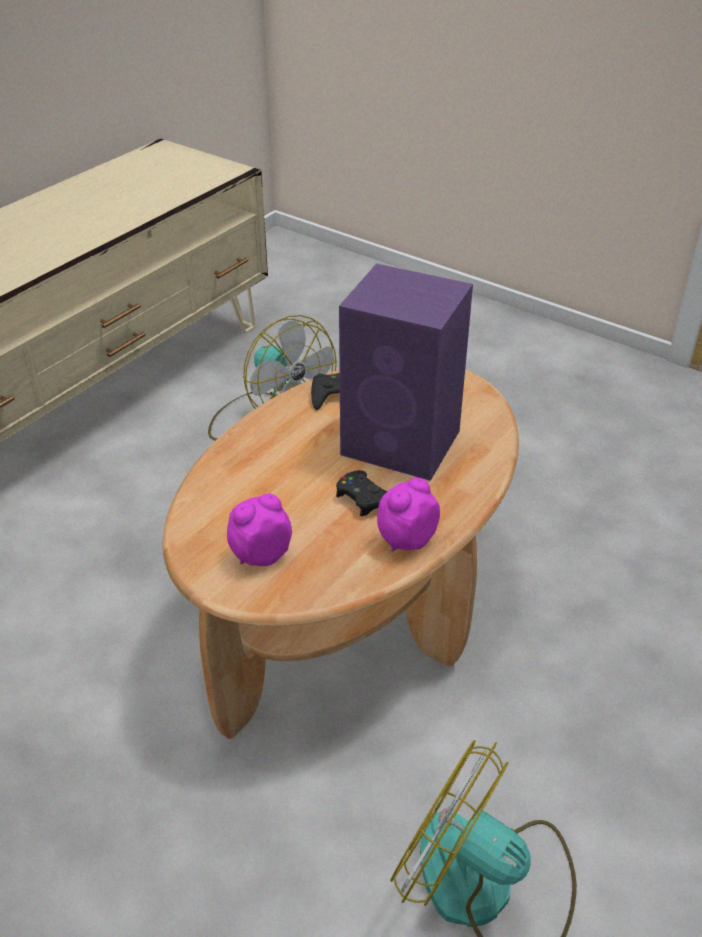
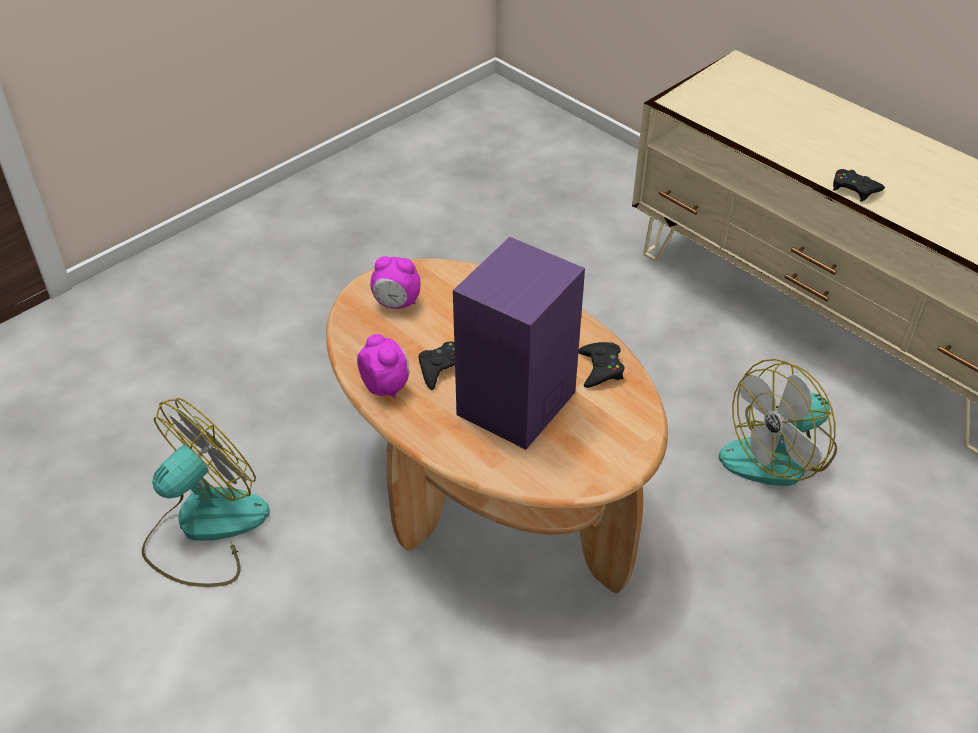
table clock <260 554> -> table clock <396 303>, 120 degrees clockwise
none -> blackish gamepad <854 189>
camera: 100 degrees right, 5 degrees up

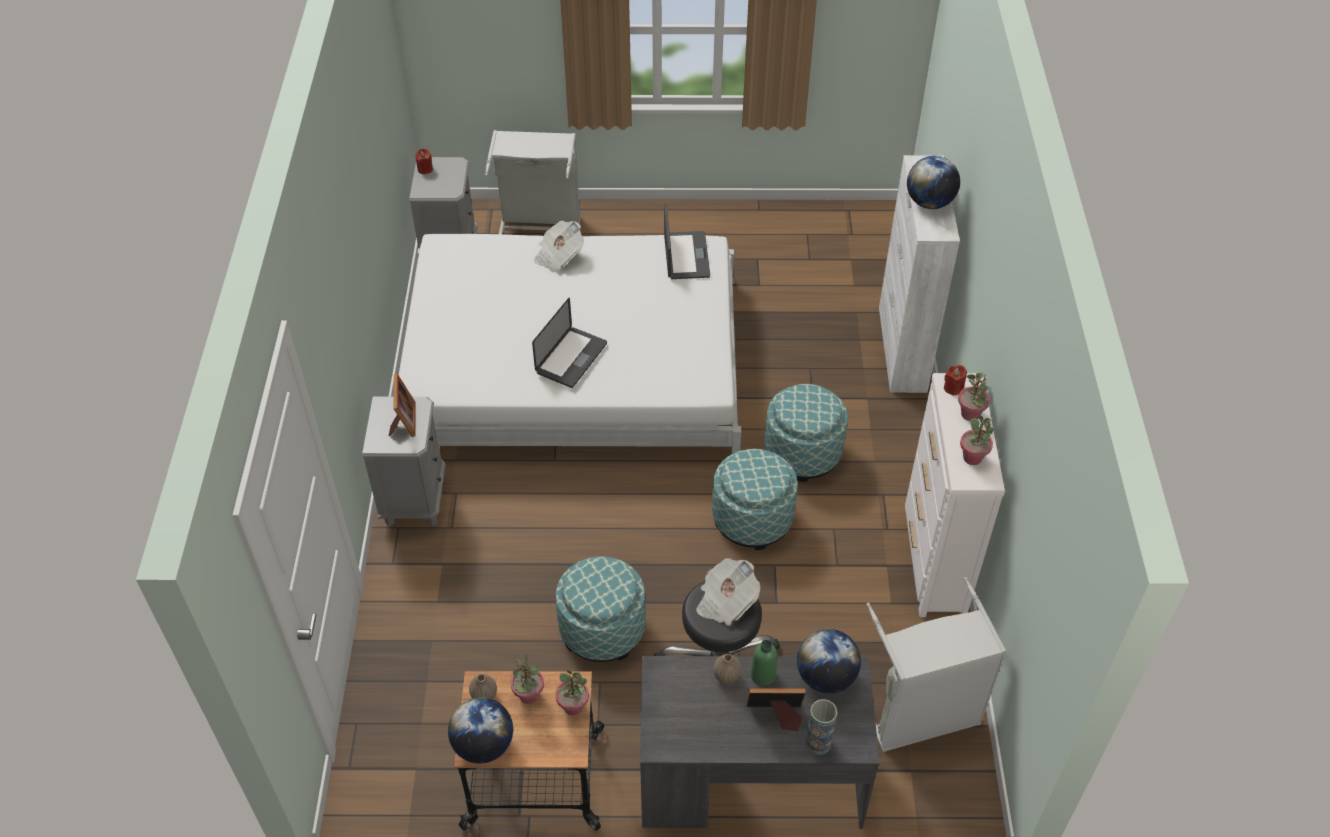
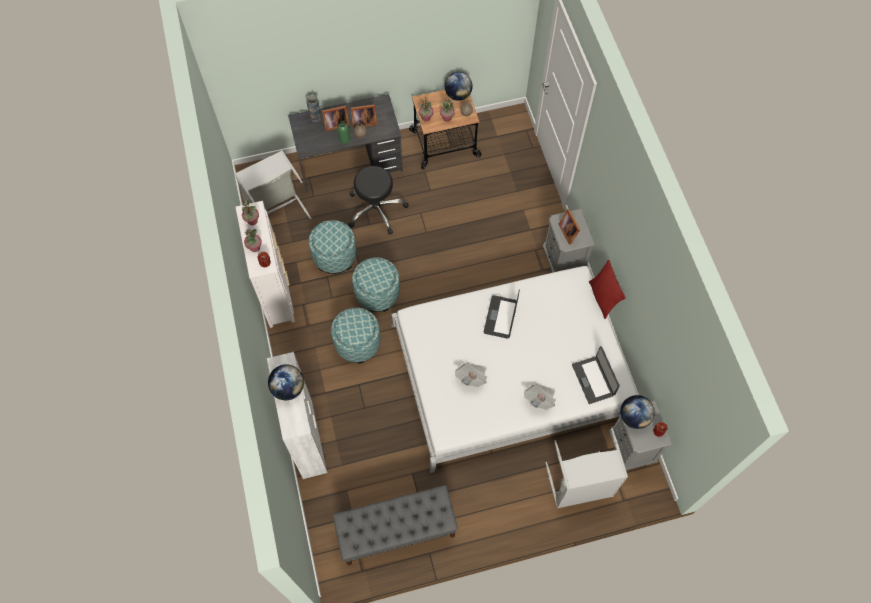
pouffe <602 629> -> pouffe <335 256>, relocated
none -> grey bench <396 531>
none -> photo frame <363 122>
daily paper <726 601> -> daily paper <472 377>, relocated
notebook computer <685 256> -> notebook computer <593 379>, relocated
none -> red-coloured cushion <602 298>
world globe <826 677> -> world globe <634 417>, relocated
camera: 165 degrees right, 15 degrees up

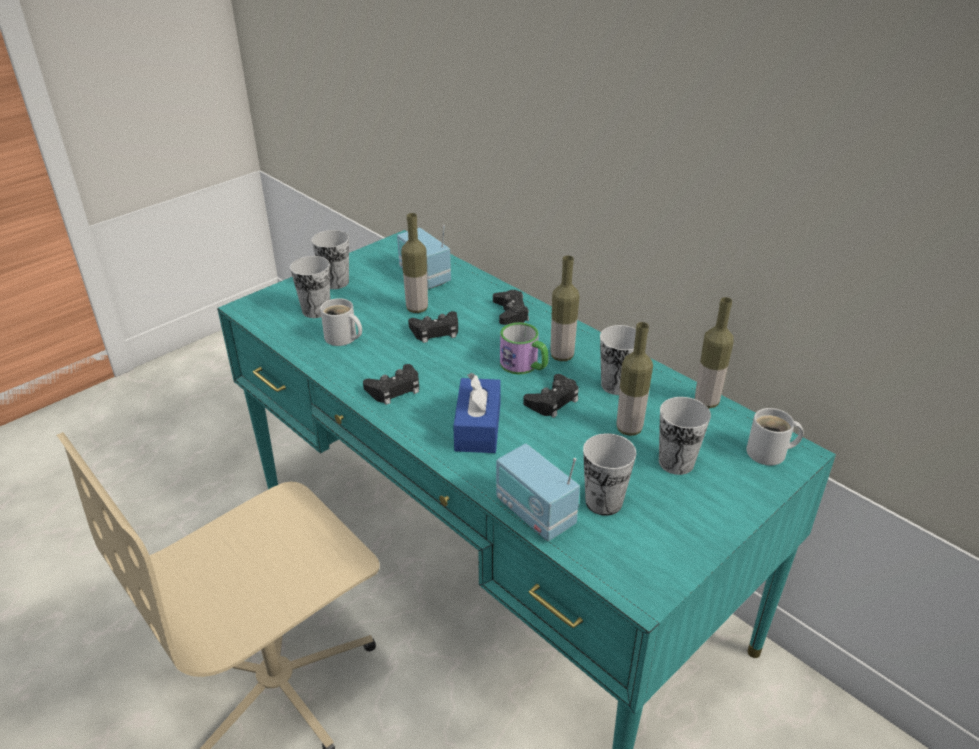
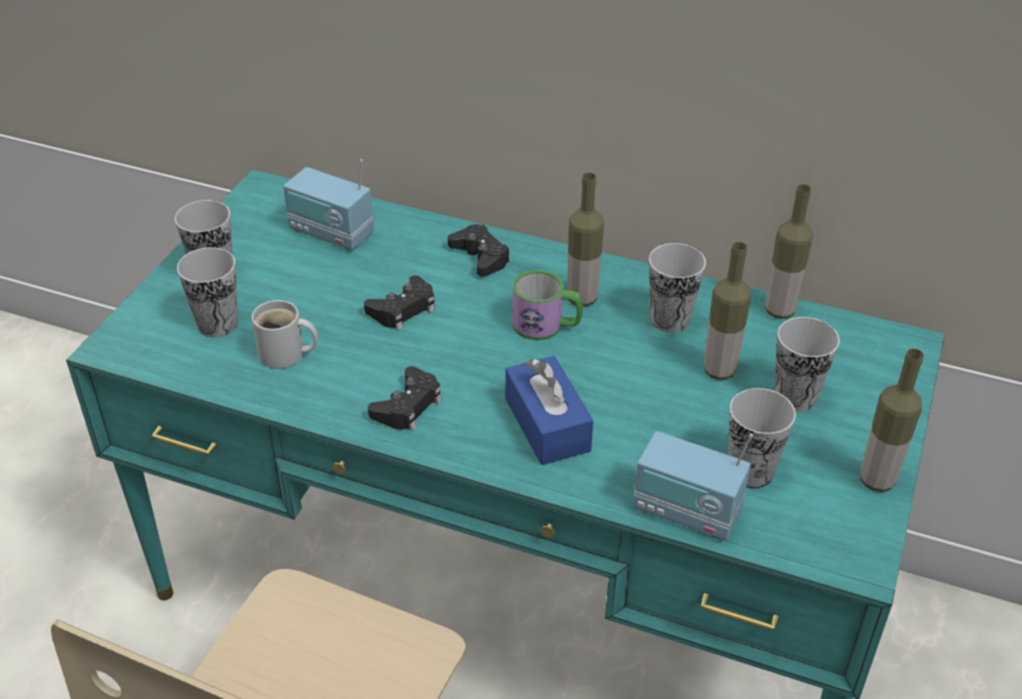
drink bottle <417 308> -> drink bottle <877 481>, relocated
blackish gamepad <552 401> -> none
white-coloured mug <770 453> -> none
camera: 25 degrees left, 5 degrees up

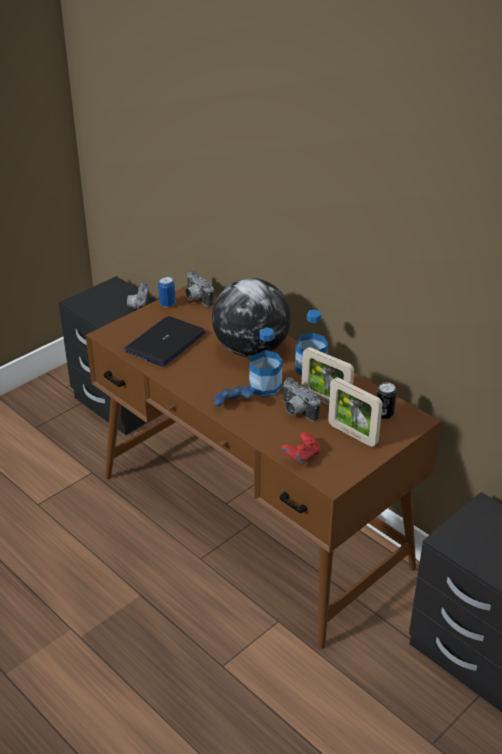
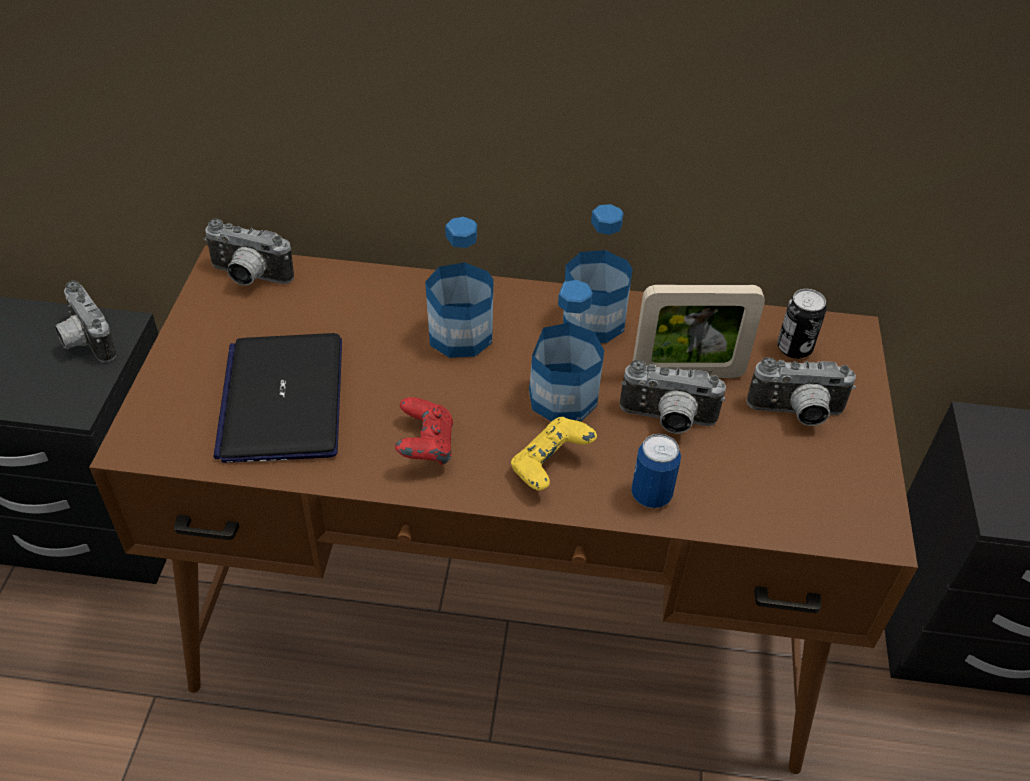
red-coloured gamepad <301 456> -> red-coloured gamepad <425 446>, relocated
world globe <251 350> -> drink bottle <460 335>
blue-coloured gamepad <233 404> -> yellow gamepad <550 467>
metal can <167 304> -> metal can <651 495>, relocated
photo frame <352 434> -> photo camera <796 414>
camera: 40 degrees left, 10 degrees up

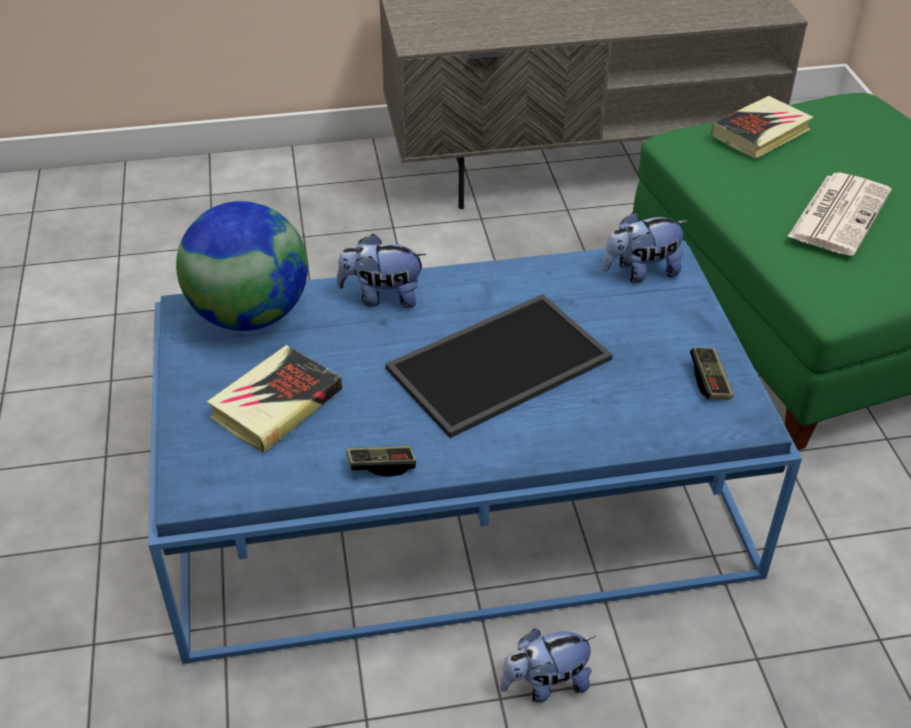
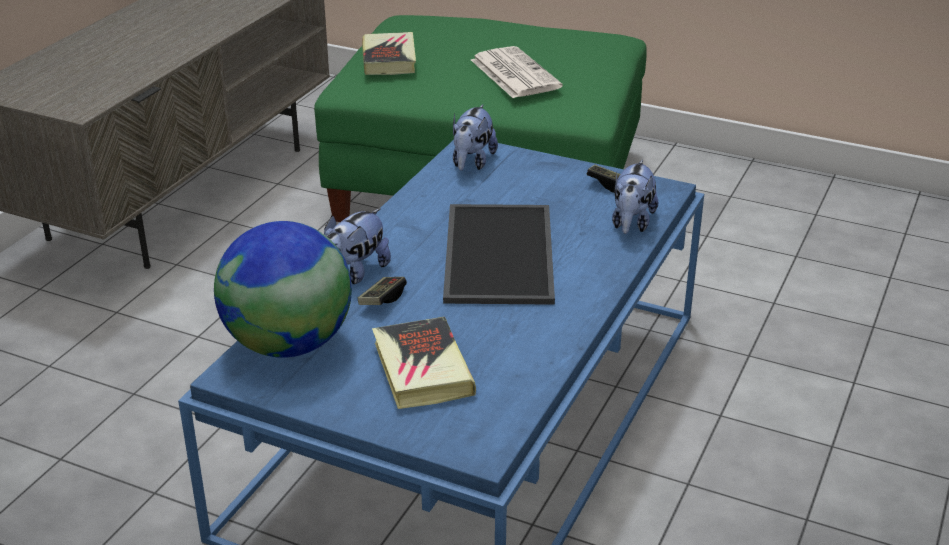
gamepad <381 466> -> gamepad <382 299>, relocated
soft toy <545 684> -> soft toy <631 223>, relocated
camera: 55 degrees left, 10 degrees down

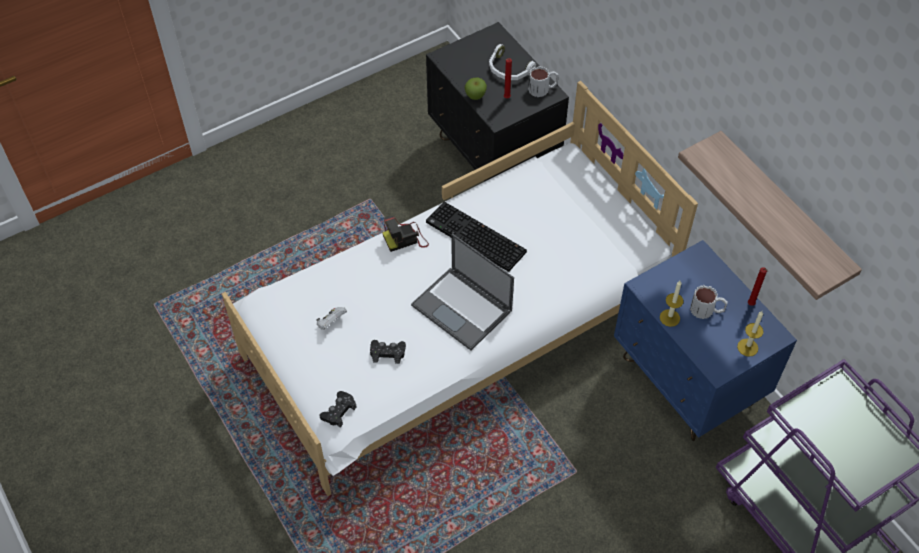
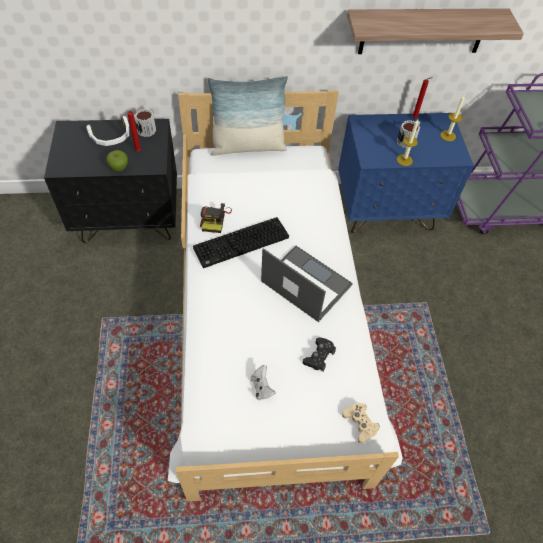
photo camera <405 238> -> photo camera <214 219>, relocated
none -> cushion <248 147>
notebook computer <463 308> -> notebook computer <305 283>, 120 degrees counterclockwise
blackish gamepad <338 411> -> beige gamepad <360 423>
camera: 65 degrees left, 0 degrees up

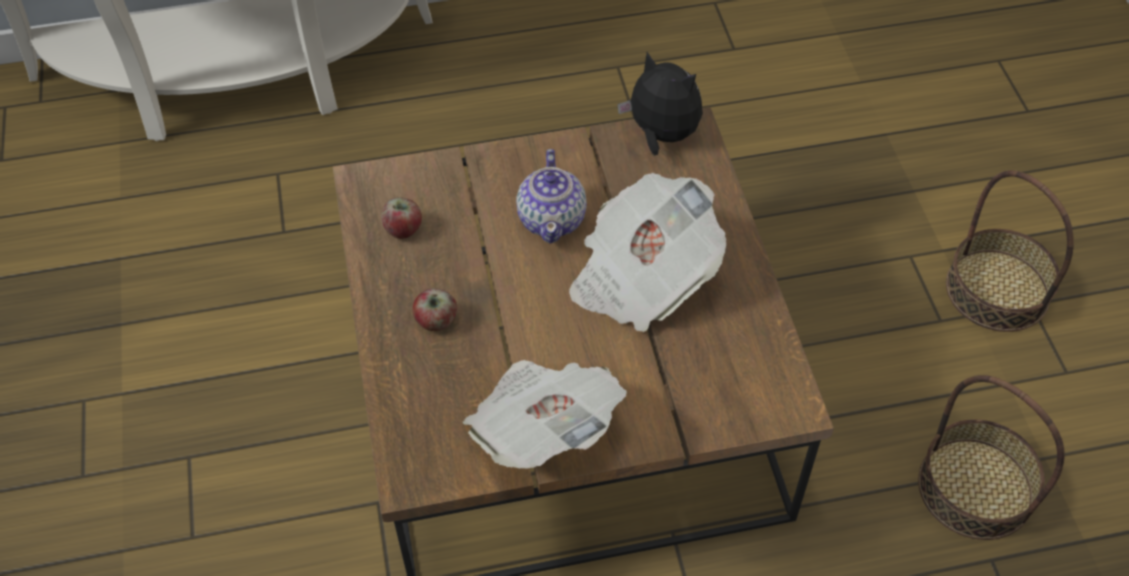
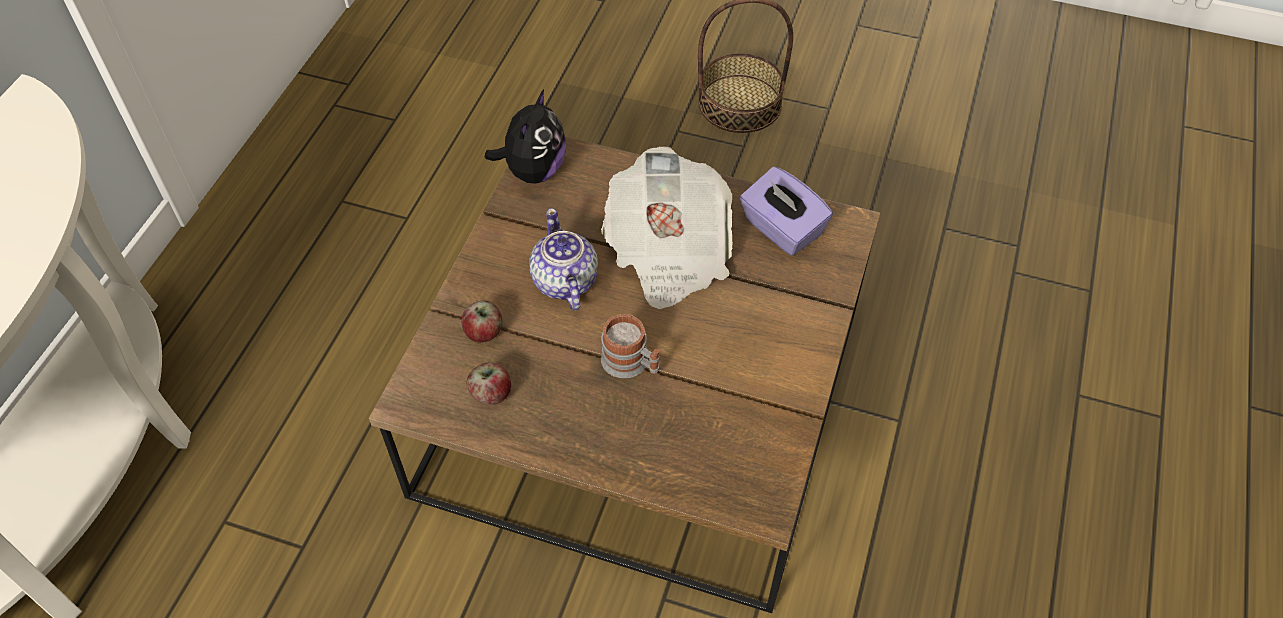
whole apple <436 321> -> whole apple <484 333>, relocated
soft toy <661 135> -> soft toy <533 171>, 135 degrees clockwise
pot for tea <552 219> -> pot for tea <564 282>, 135 degrees counterclockwise
none -> mug <631 363>
none -> purplish box of tissues <781 229>
daily paper <543 429> -> none
basket <974 488> -> none
camera: 60 degrees left, 0 degrees up

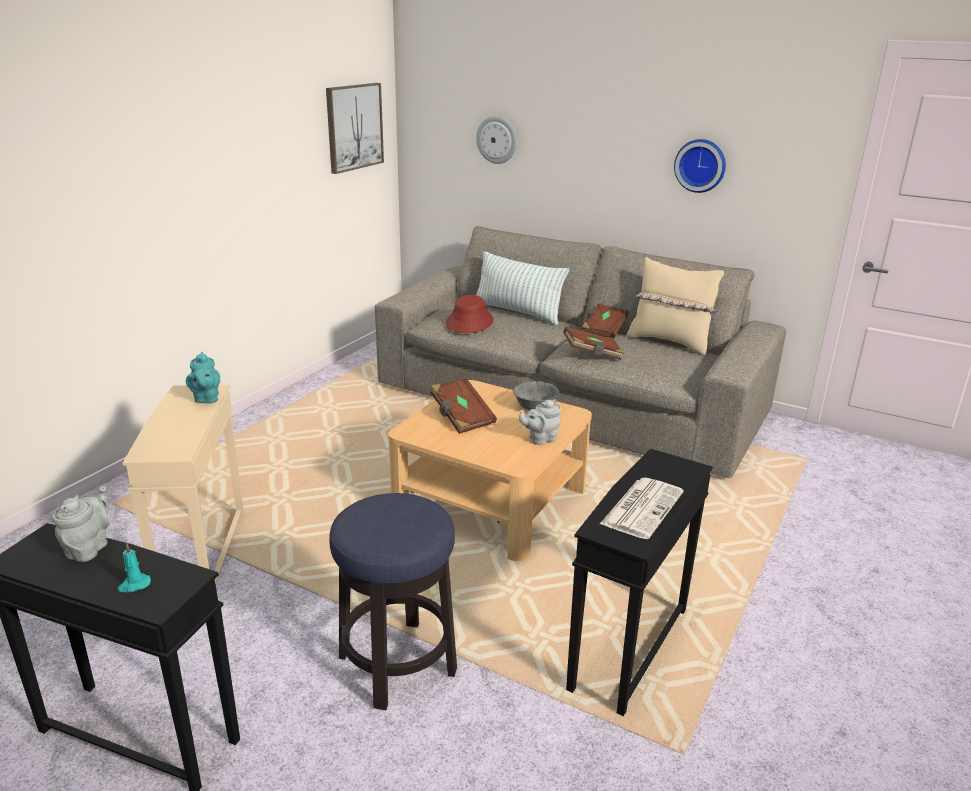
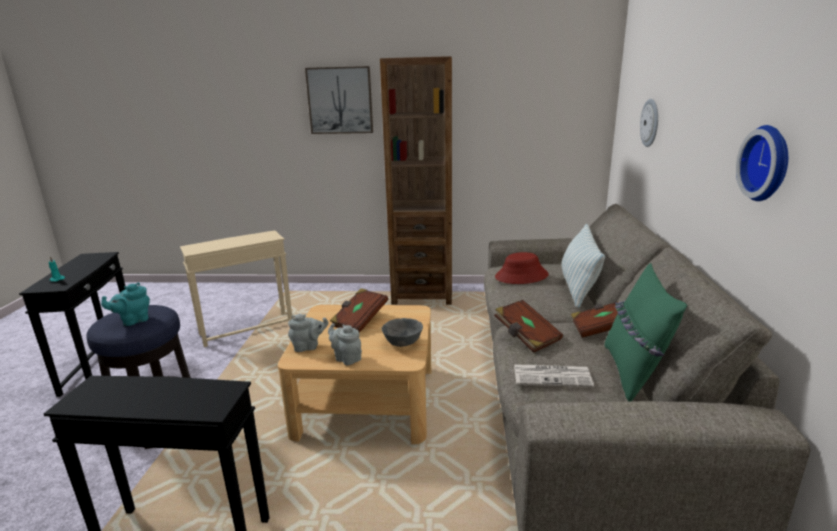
blue-green pot for tea <206 399> -> blue-green pot for tea <133 321>, relocated
grey pot for tea <89 548> -> grey pot for tea <308 347>, relocated
picture <354 127> -> picture <340 100>, relocated
none -> brown bookcase <423 294>
daily paper <642 507> -> daily paper <553 376>, relocated
beige cushion <669 342> -> greenish cushion <633 372>
camera: 65 degrees right, 5 degrees down

